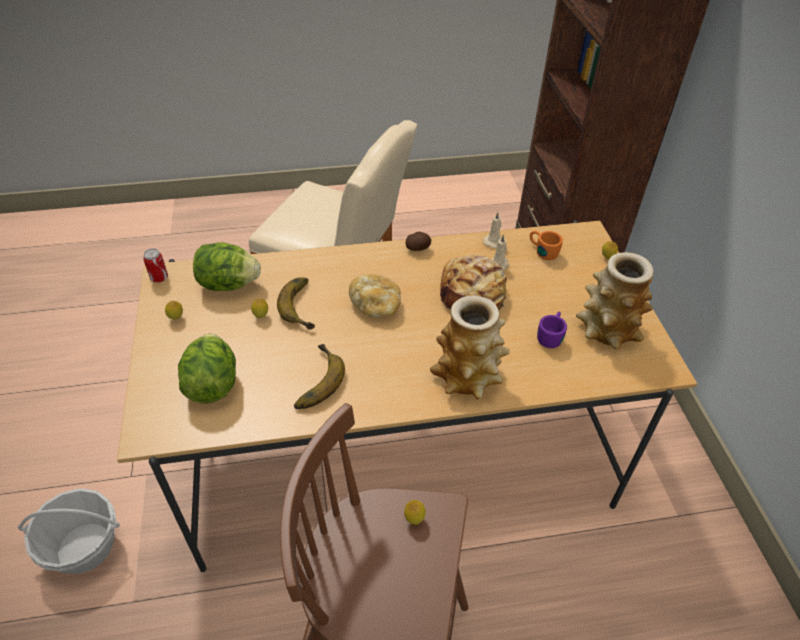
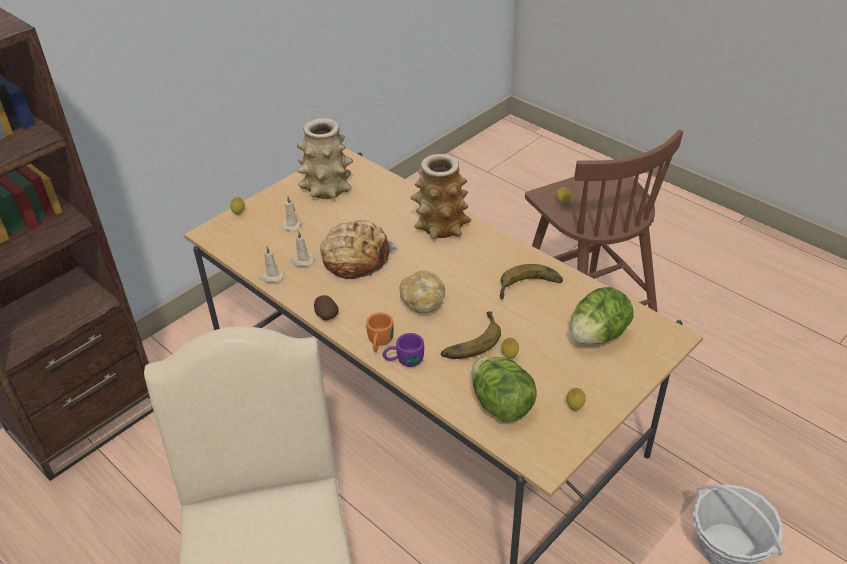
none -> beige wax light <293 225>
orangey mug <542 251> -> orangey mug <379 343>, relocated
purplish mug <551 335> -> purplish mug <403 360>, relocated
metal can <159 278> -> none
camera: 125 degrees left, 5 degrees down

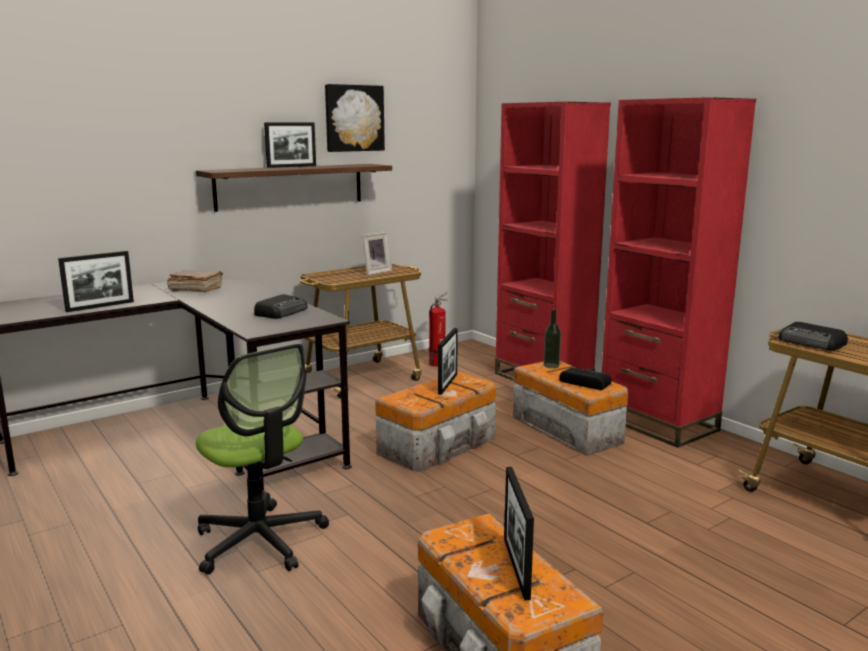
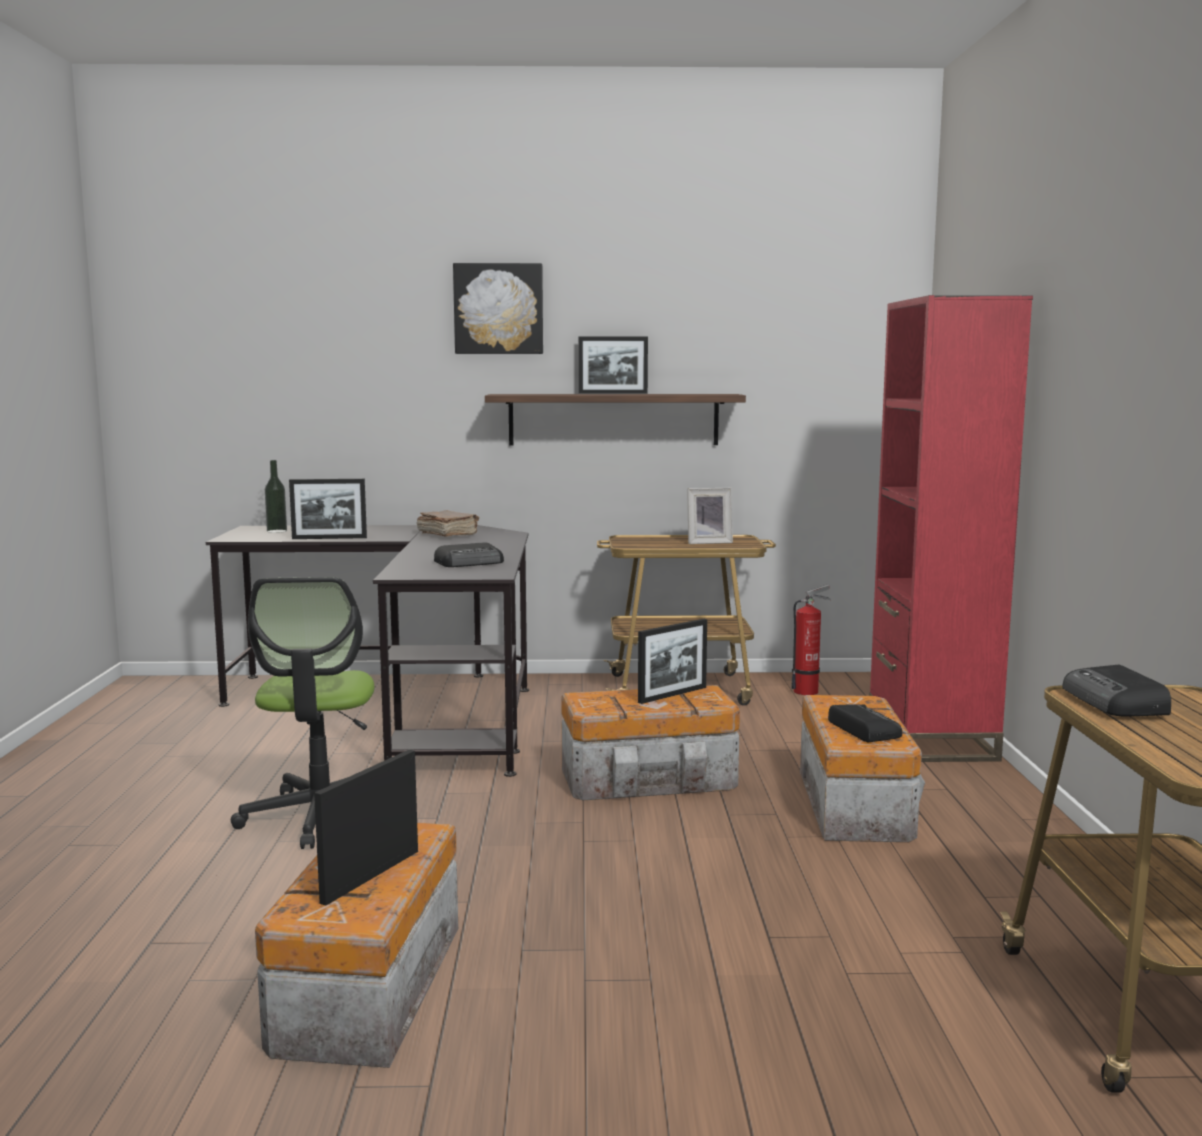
drink bottle <551 365> -> drink bottle <277 531>, relocated
picture <353 118> -> picture <498 309>, relocated
red-coloured bookcase <657 423> -> none
camera: 35 degrees right, 5 degrees down

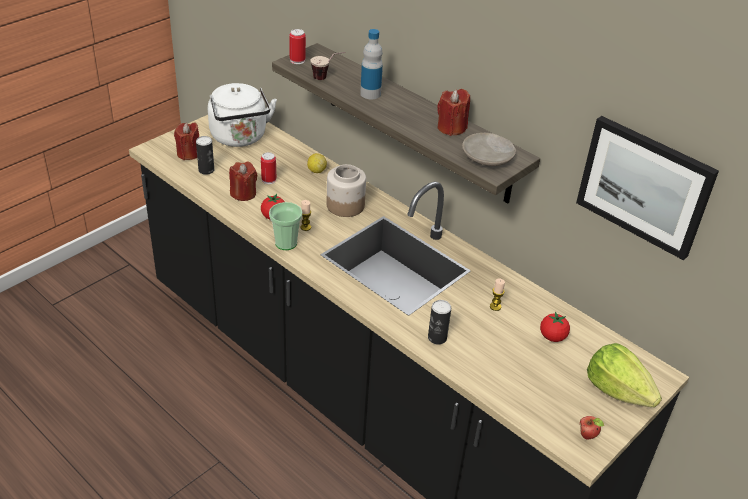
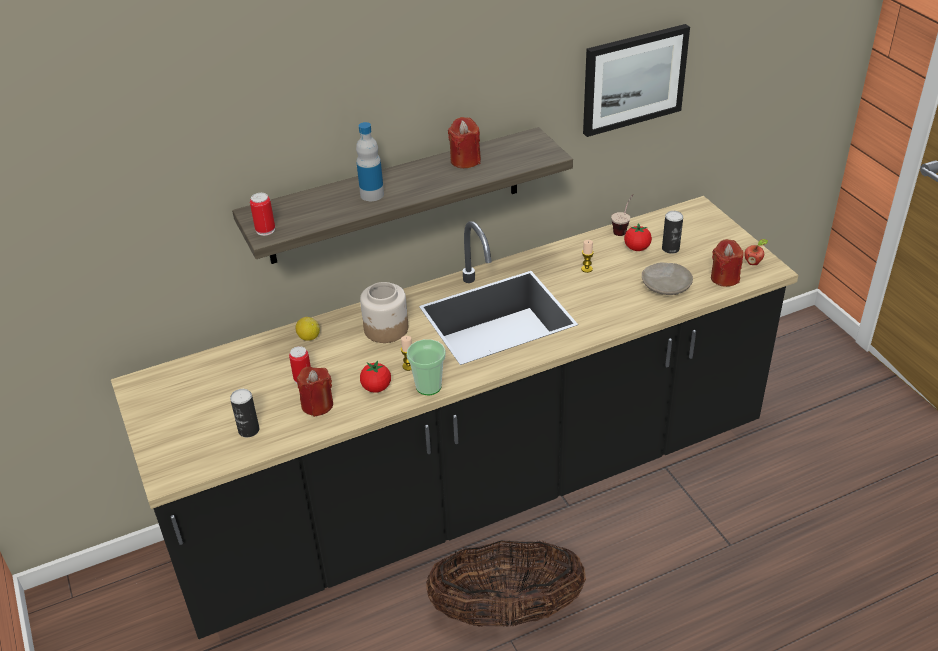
none -> basket <506 611>
cup <327 78> -> cup <623 229>, relocated
beige flat dish <488 157> -> beige flat dish <666 285>, relocated
metal can <437 338> -> metal can <670 248>, relocated
red-coloured wax light <189 153> -> red-coloured wax light <724 278>, relocated
white-coloured kettle <240 138> -> none
lettuce head <617 390> -> none
camera: 65 degrees left, 0 degrees up

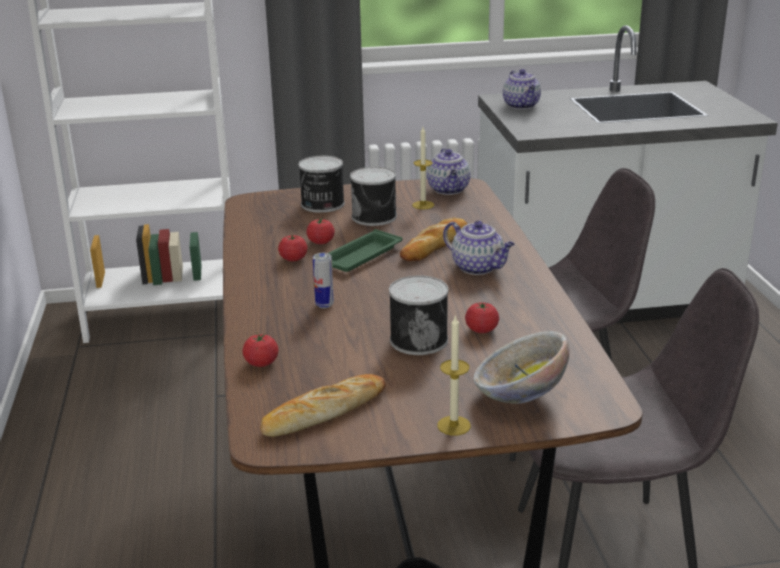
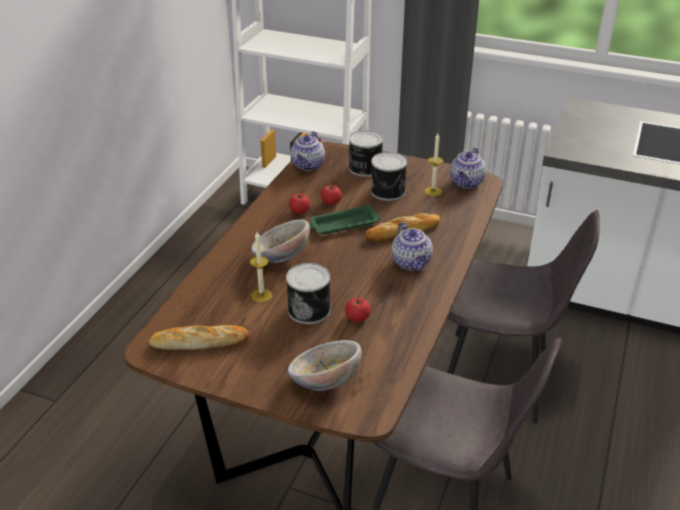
wax light <454 425> -> wax light <261 295>, relocated
metal can <324 305> -> deep dish <281 257>
pot for tea <522 106> -> pot for tea <308 165>, relocated
whole tomato <261 363> -> none
camera: 30 degrees right, 10 degrees up

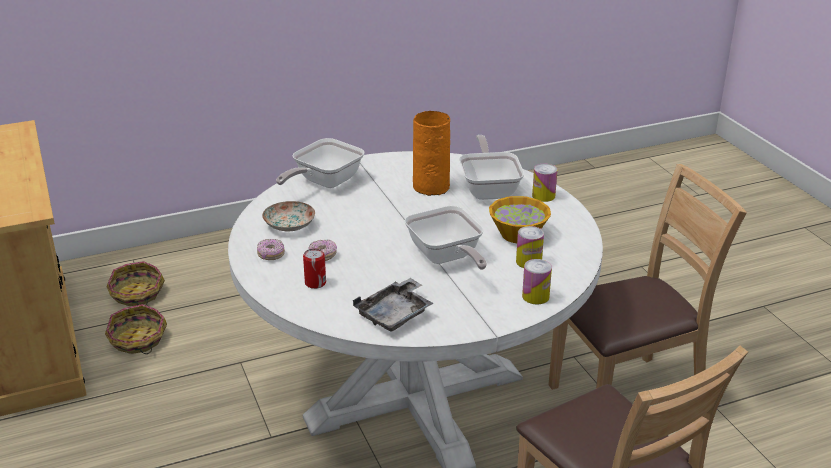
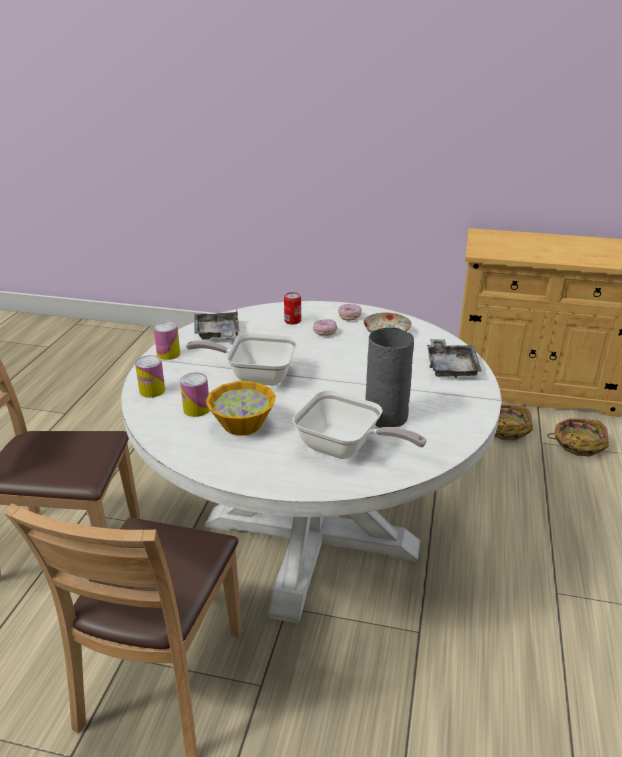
metal can <543 196> -> metal can <168 354>, relocated
orangey decorative vase <431 186> -> grey decorative vase <387 417>
pan <324 182> -> grey carrying tray <451 367>
camera: 125 degrees right, 0 degrees up

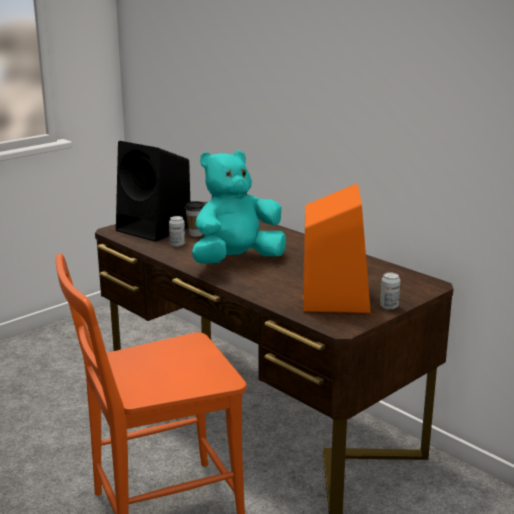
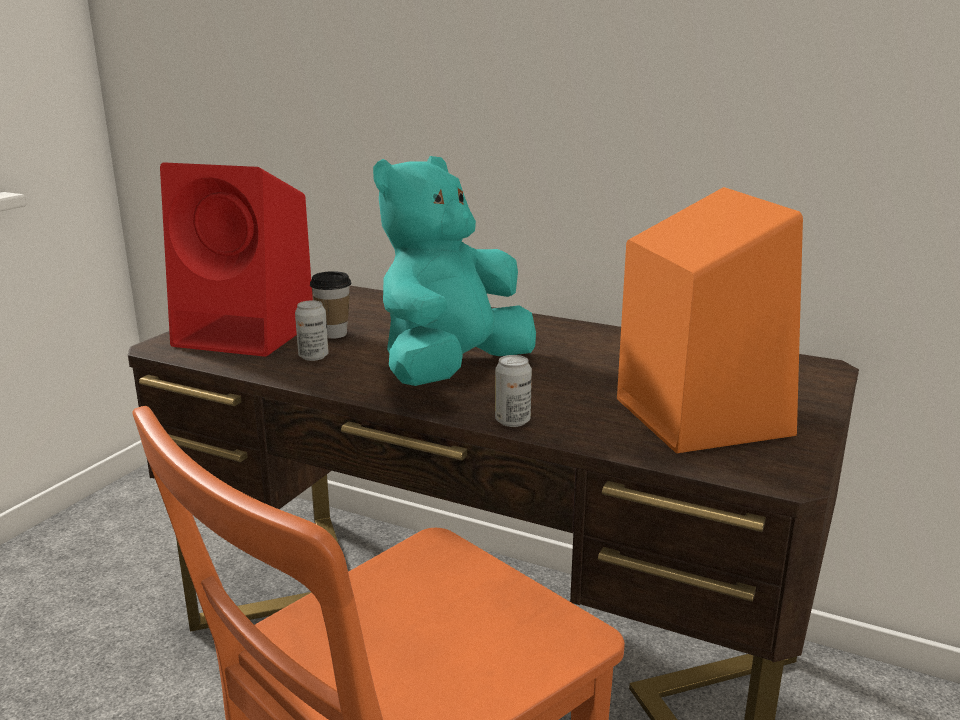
blackish speaker <155 229> -> red-coloured speaker <249 334>
metal can <389 306> -> metal can <512 421>, relocated
camera: 20 degrees left, 0 degrees up

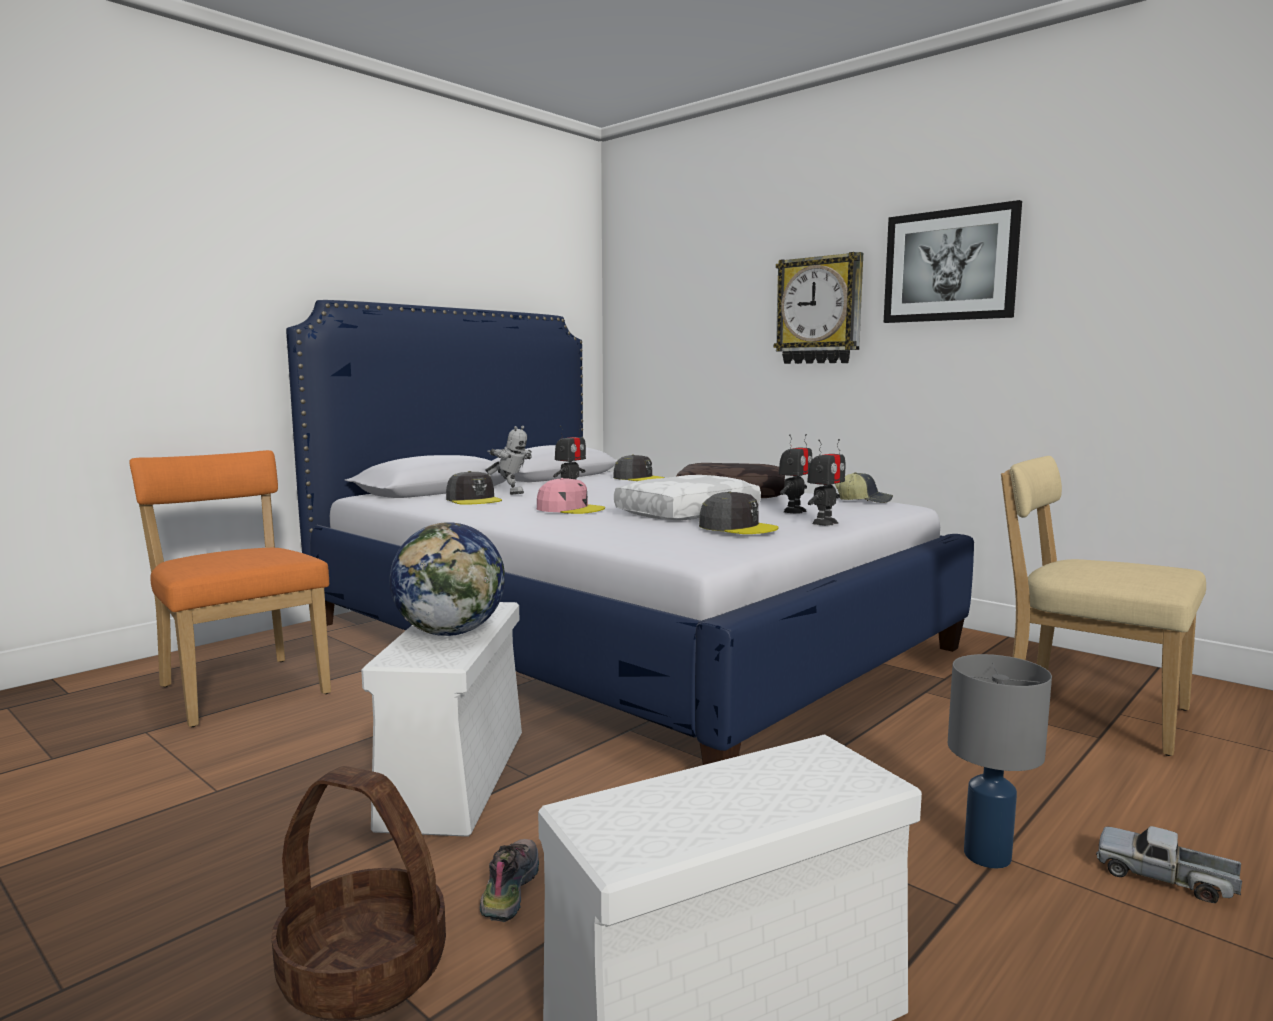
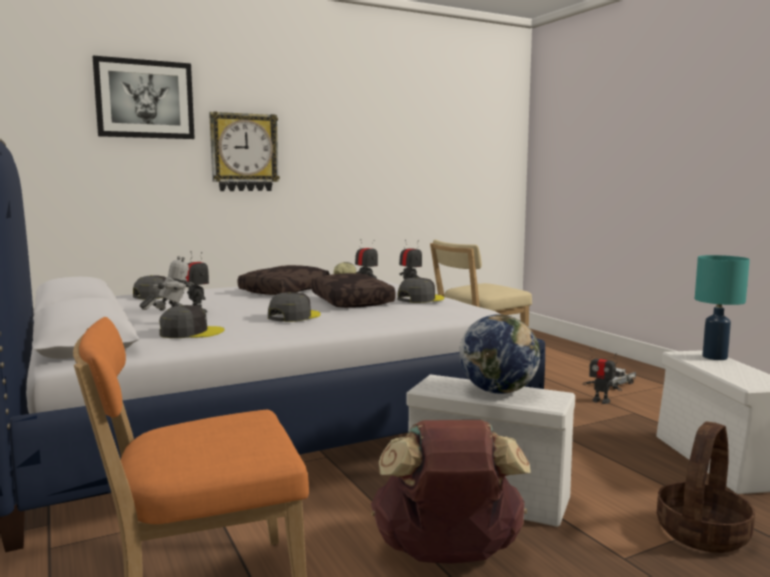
picture <950 265> -> picture <145 99>, relocated
pink cap <570 509> -> grey cap <293 316>
white-coloured cushion <687 513> -> brown cushion <349 302>
none -> brown backpack <447 555>
grey tabletop lamp <988 856> -> robot figure <601 401>
none -> blue-green tabletop lamp <715 357>
item of footwear <509 888> -> none
camera: 70 degrees left, 0 degrees up

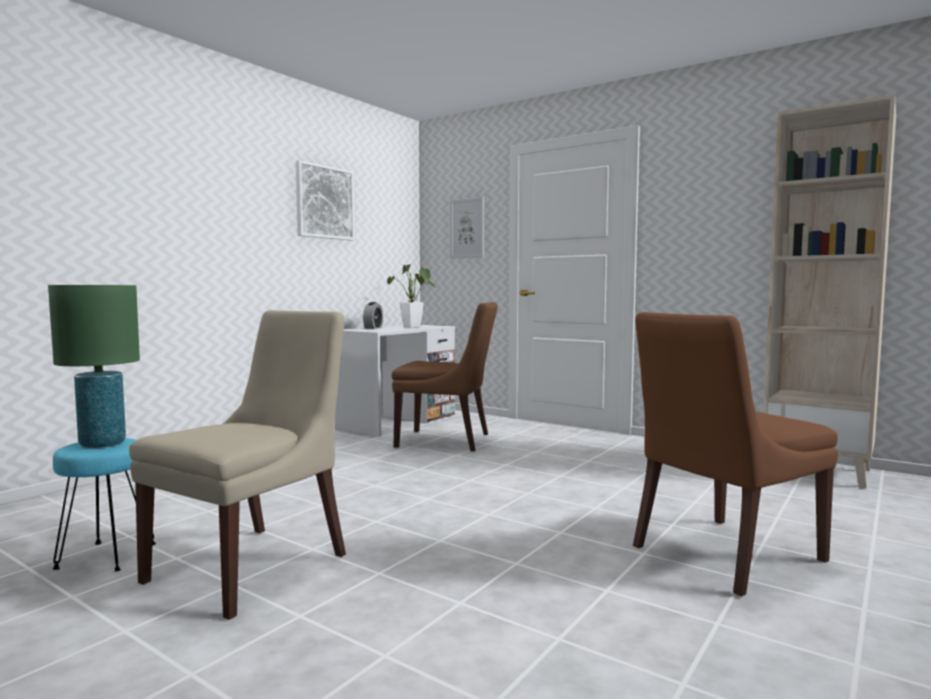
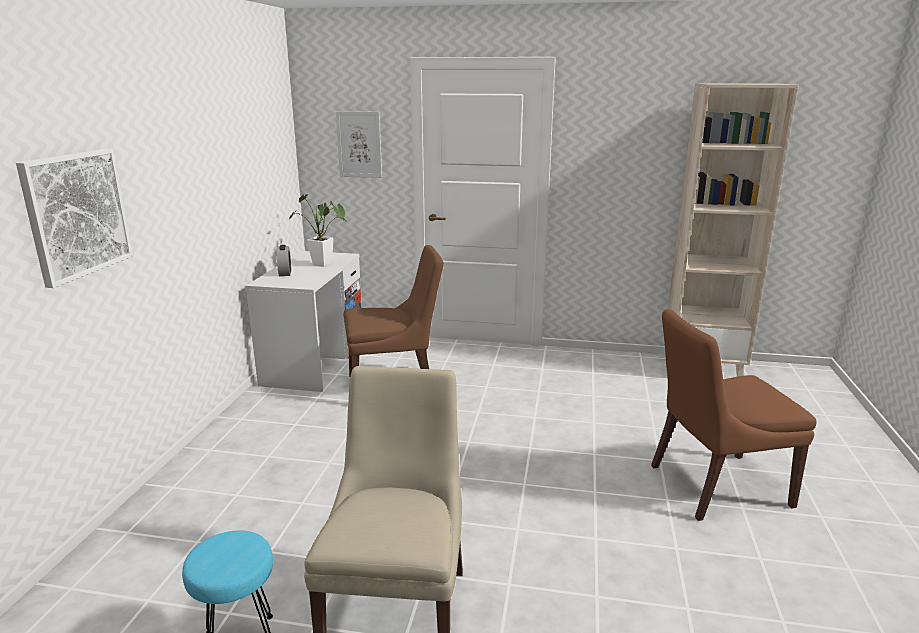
picture <324 202> -> picture <77 214>, relocated
brown upright chair <723 555> -> brown upright chair <714 486>, 45 degrees clockwise
greenish tabletop lamp <102 444> -> none
camera: 25 degrees left, 15 degrees up

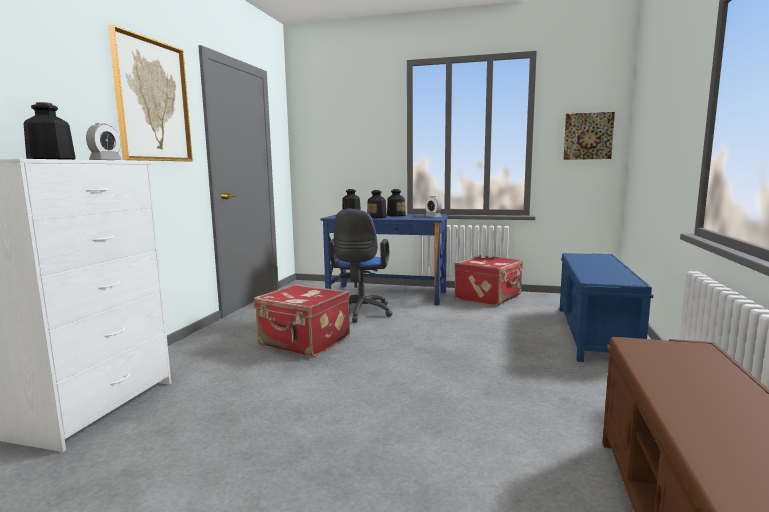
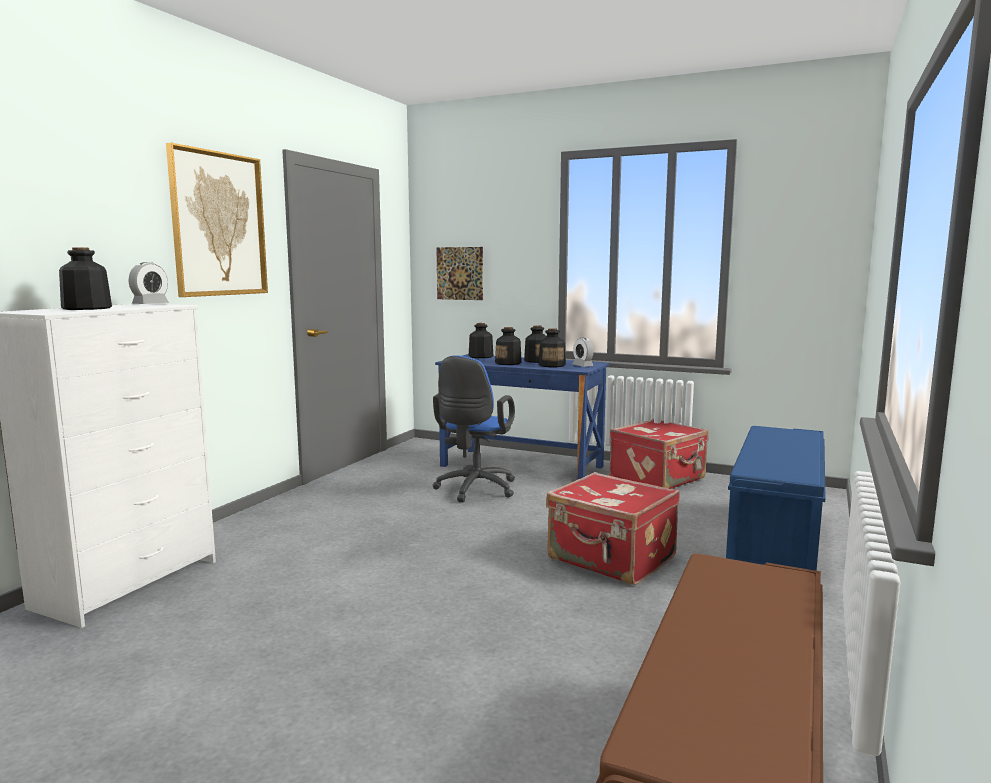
picture <588 136> -> picture <459 273>, relocated
none -> drink bottle <552 365>
red-coloured suitcase <304 342> -> red-coloured suitcase <611 559>, relocated
camera: 10 degrees right, 0 degrees up

